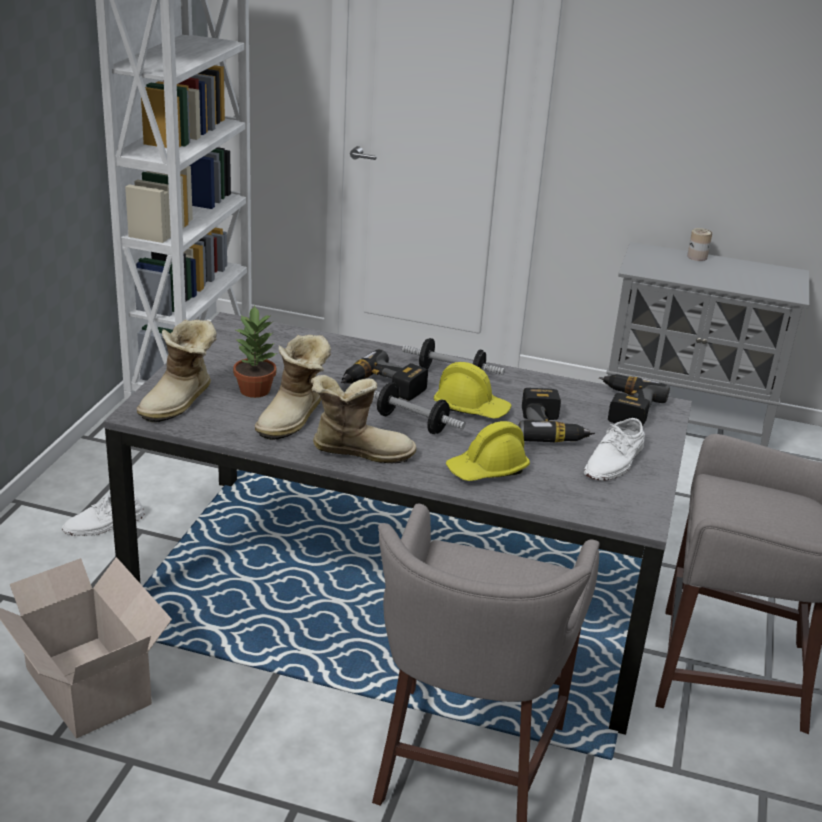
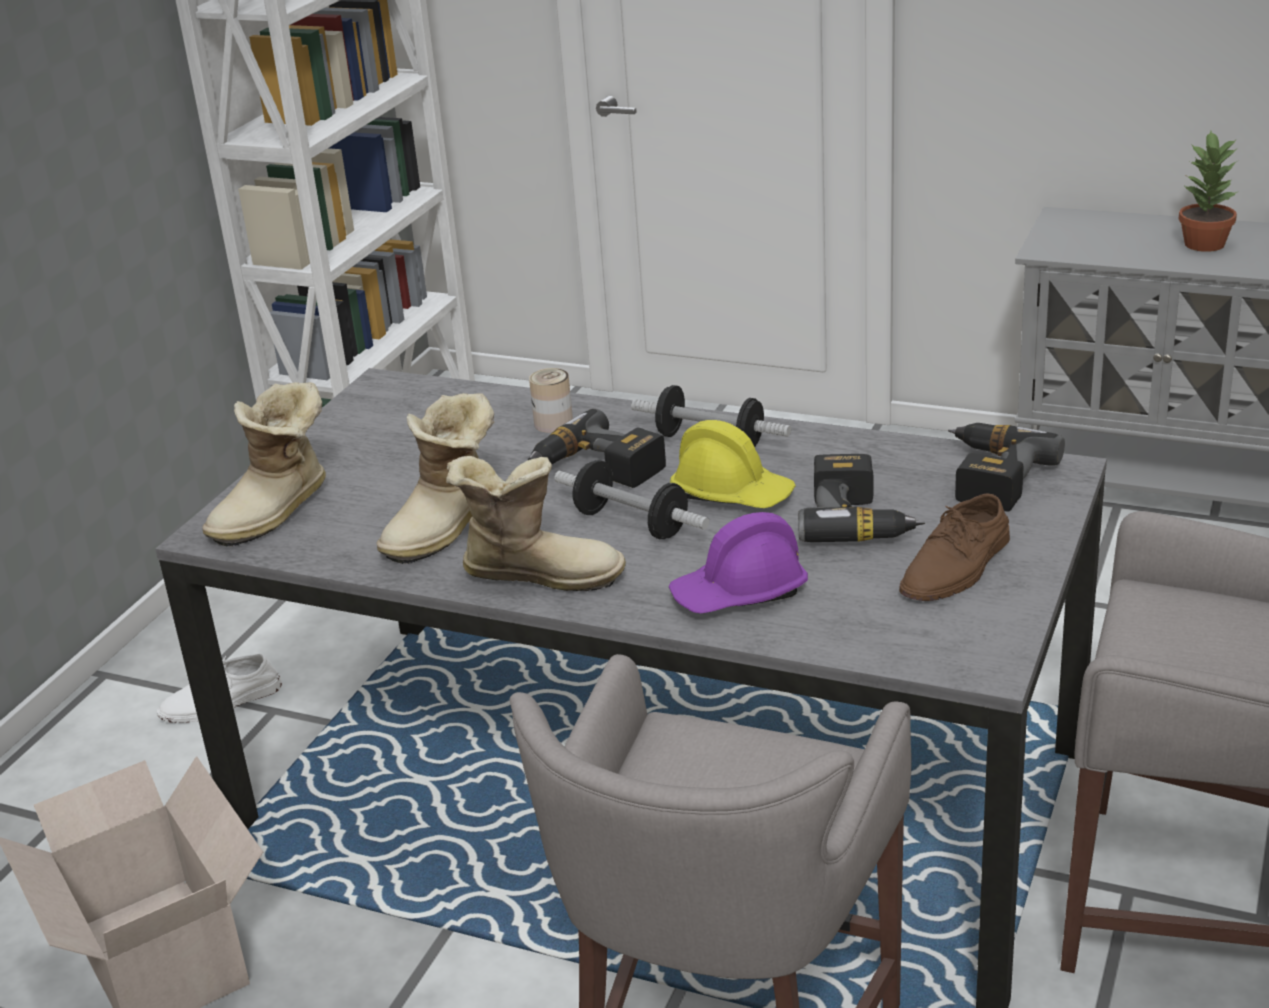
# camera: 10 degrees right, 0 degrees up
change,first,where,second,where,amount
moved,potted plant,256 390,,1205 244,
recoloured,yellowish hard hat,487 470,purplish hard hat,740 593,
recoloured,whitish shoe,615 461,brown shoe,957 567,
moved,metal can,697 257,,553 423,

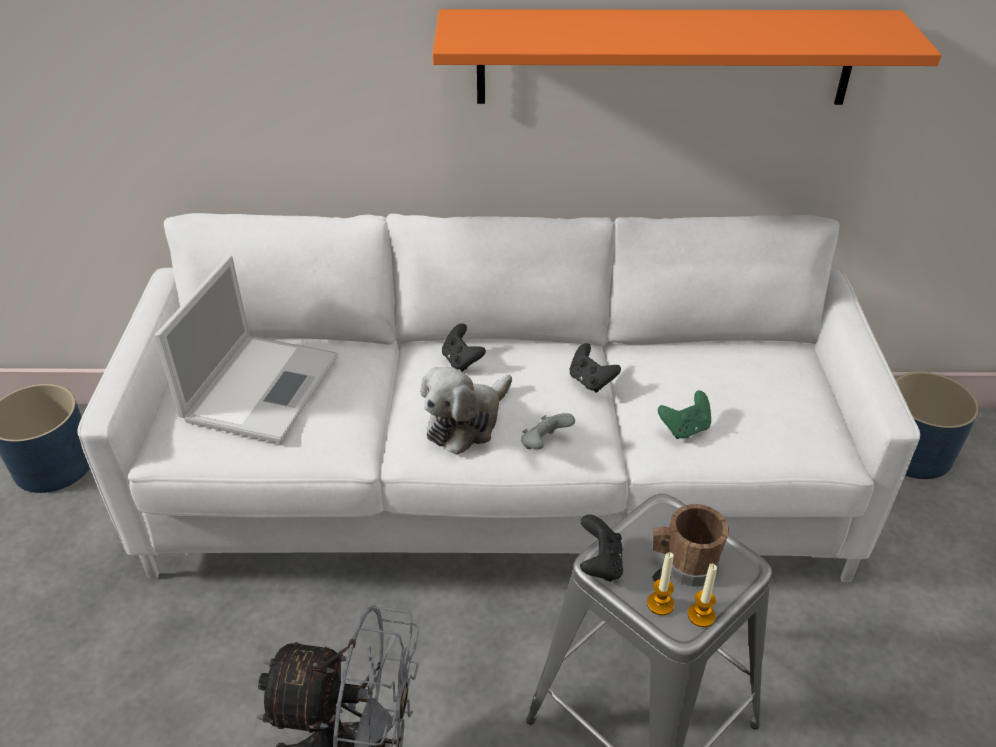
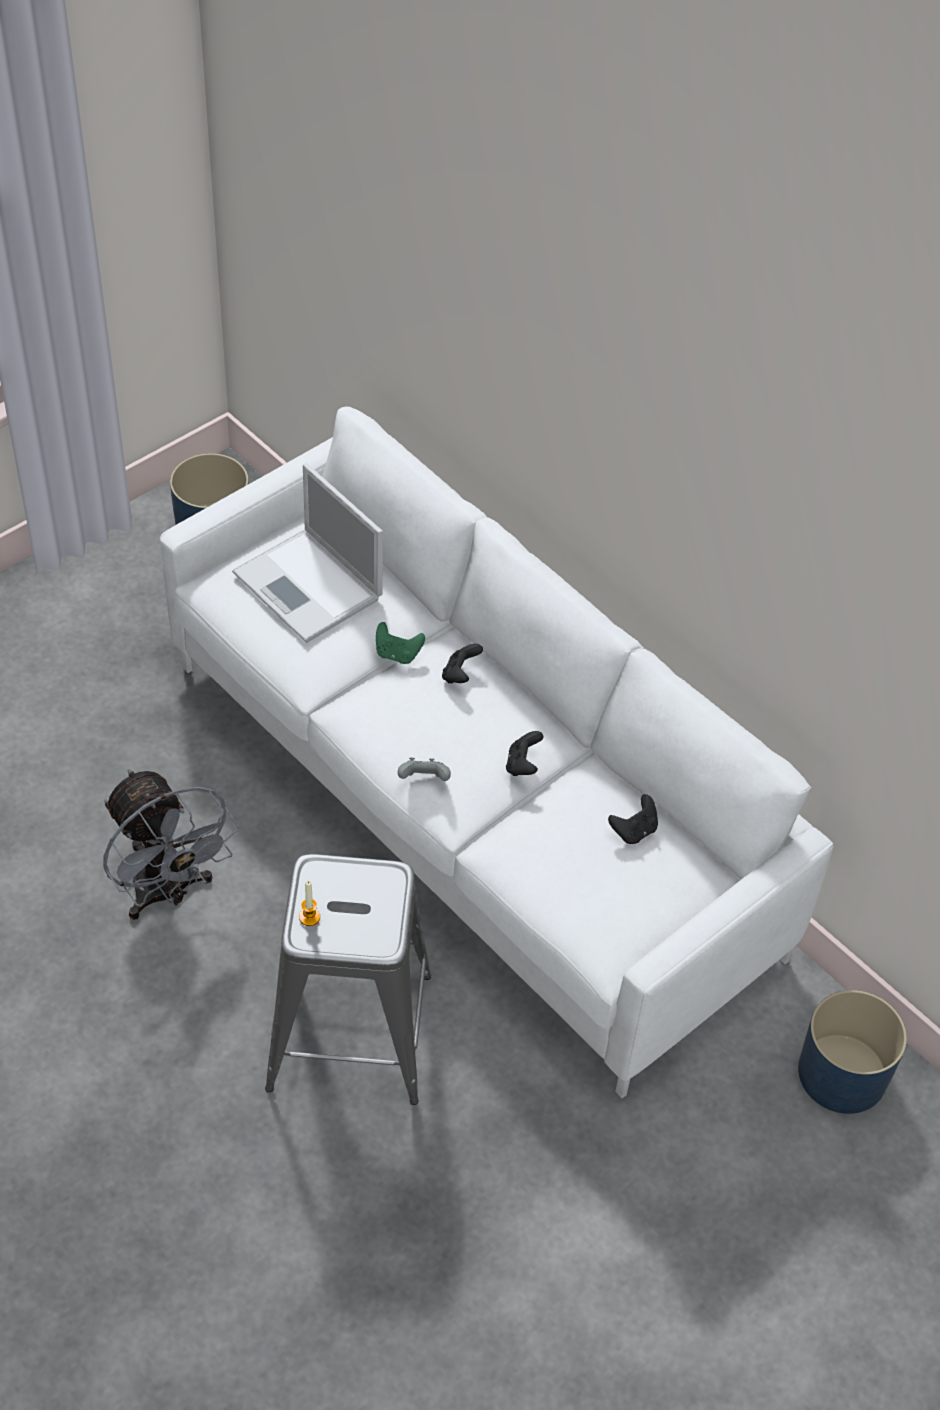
# camera: 45 degrees right, 10 degrees up
change,first,where,second,where,amount
turned,laptop,263 386,,309 587,75 degrees clockwise
removed,plush toy,466 422,,,
removed,orange wall shelf,664 57,,,
moved,black joypad,600 564,,634 831,
removed,brown tea mug,683 565,,,
moved,green joypad,685 428,,397 654,
removed,wax candle,701 615,,,

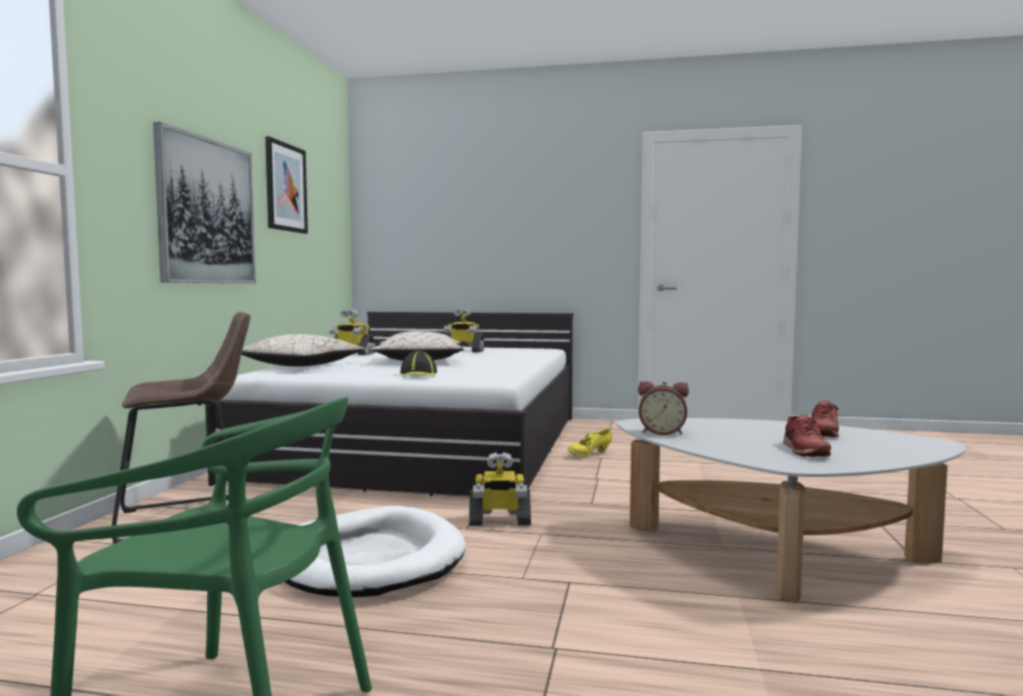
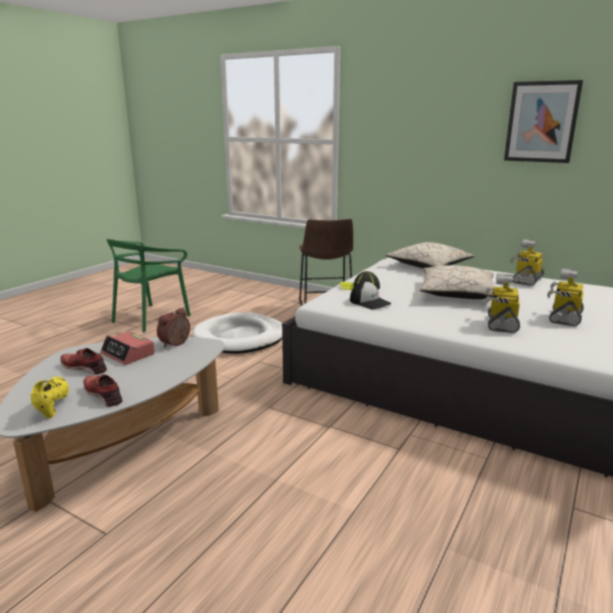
# camera: 110 degrees right, 15 degrees up
change,first,where,second,where,amount
removed,wall picture,207 211,,,
moved,toy robot,499 521,,501 323,
moved,yellowish shoe,589 455,,52 405,
added,,,table clock,128 354,
added,,,cap,370 302,

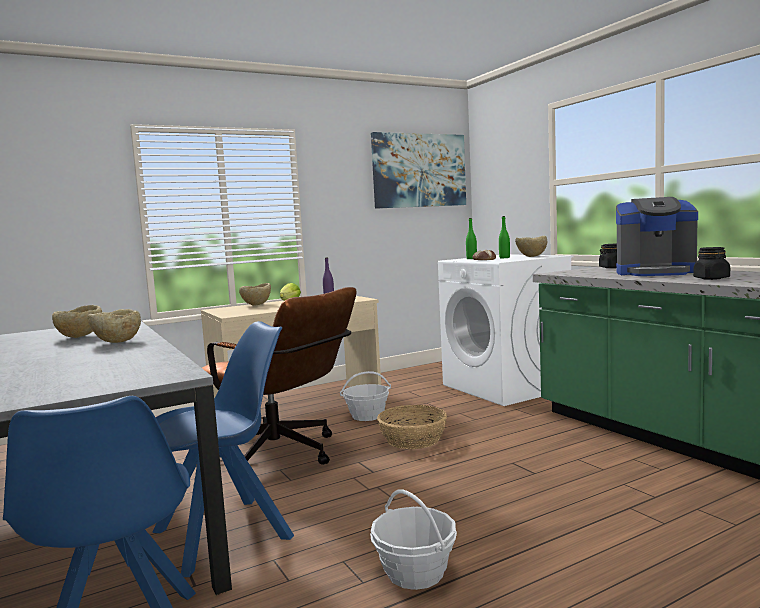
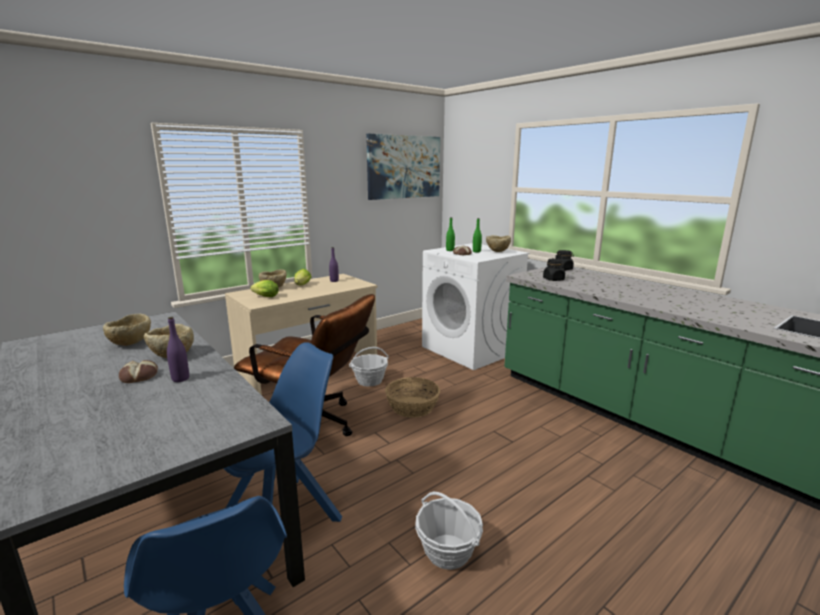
# camera: 10 degrees left, 10 degrees up
change,first,where,second,where,amount
removed,coffee maker,655 272,,,
moved,black storage jar,711 278,,553 279,
added,,,bakery bread,140 376,
added,,,purplish beverage bottle,180 379,
added,,,lettuce head,264 297,

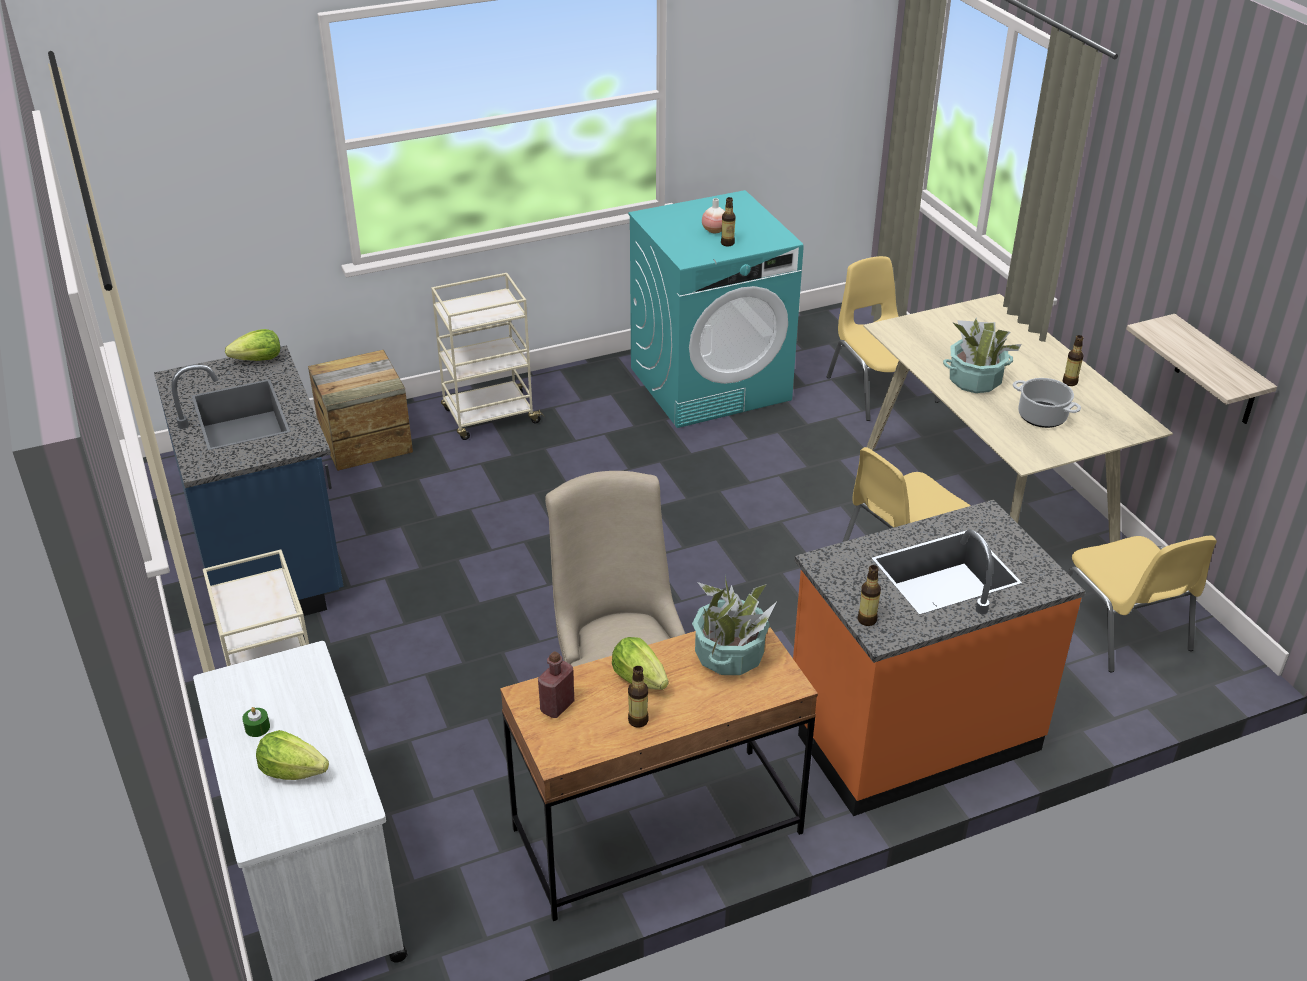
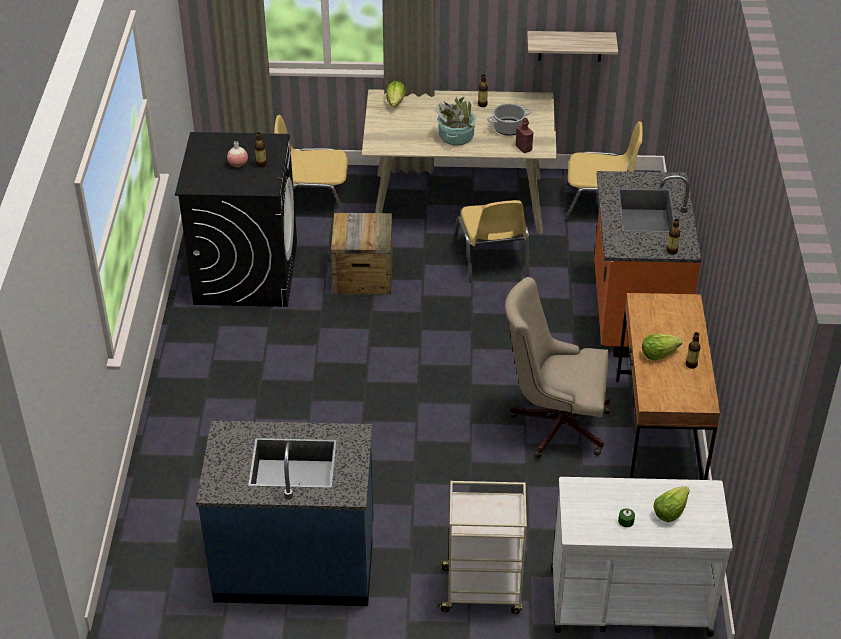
# camera: 65 degrees left, 5 degrees up
change,first,where,second,where,amount
moved,lettuce head,258 360,,395 102,
moved,shipping crate,365 440,,363 275,
removed,sand-coloured cart,489 417,,,
moved,red-coloured beverage bottle,557 706,,523 148,
recoloured,blue-green laundry machine,710 383,black laundry machine,246 272,
removed,potted plant,729 655,,,

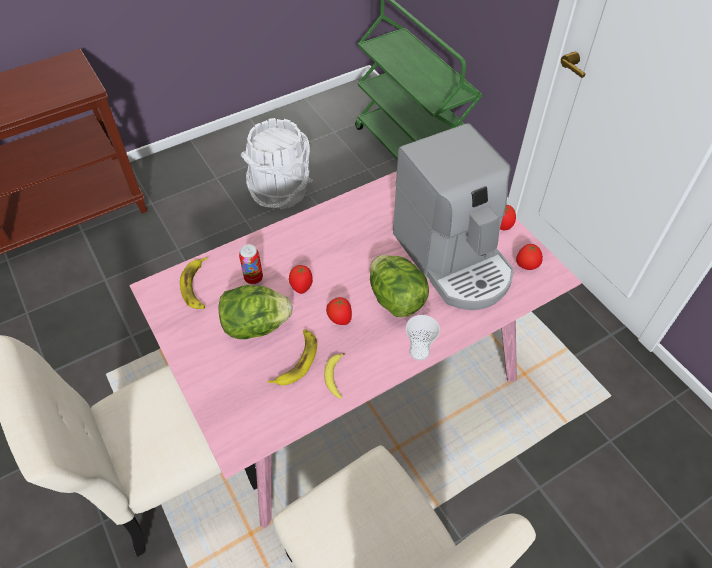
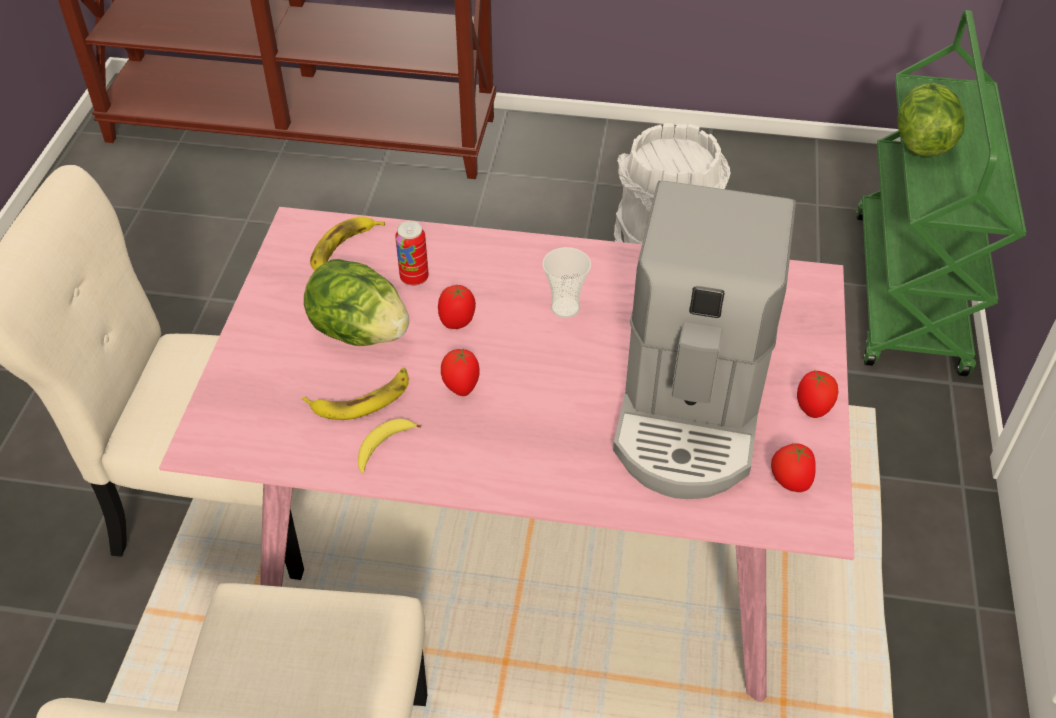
# camera: 40 degrees right, 5 degrees down
change,first,where,second,where,amount
moved,lettuce head,396 299,,921 143,
moved,cup,419 352,,565 308,

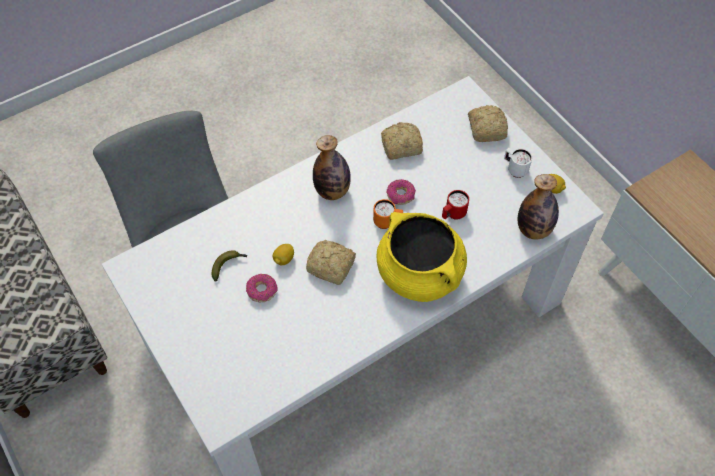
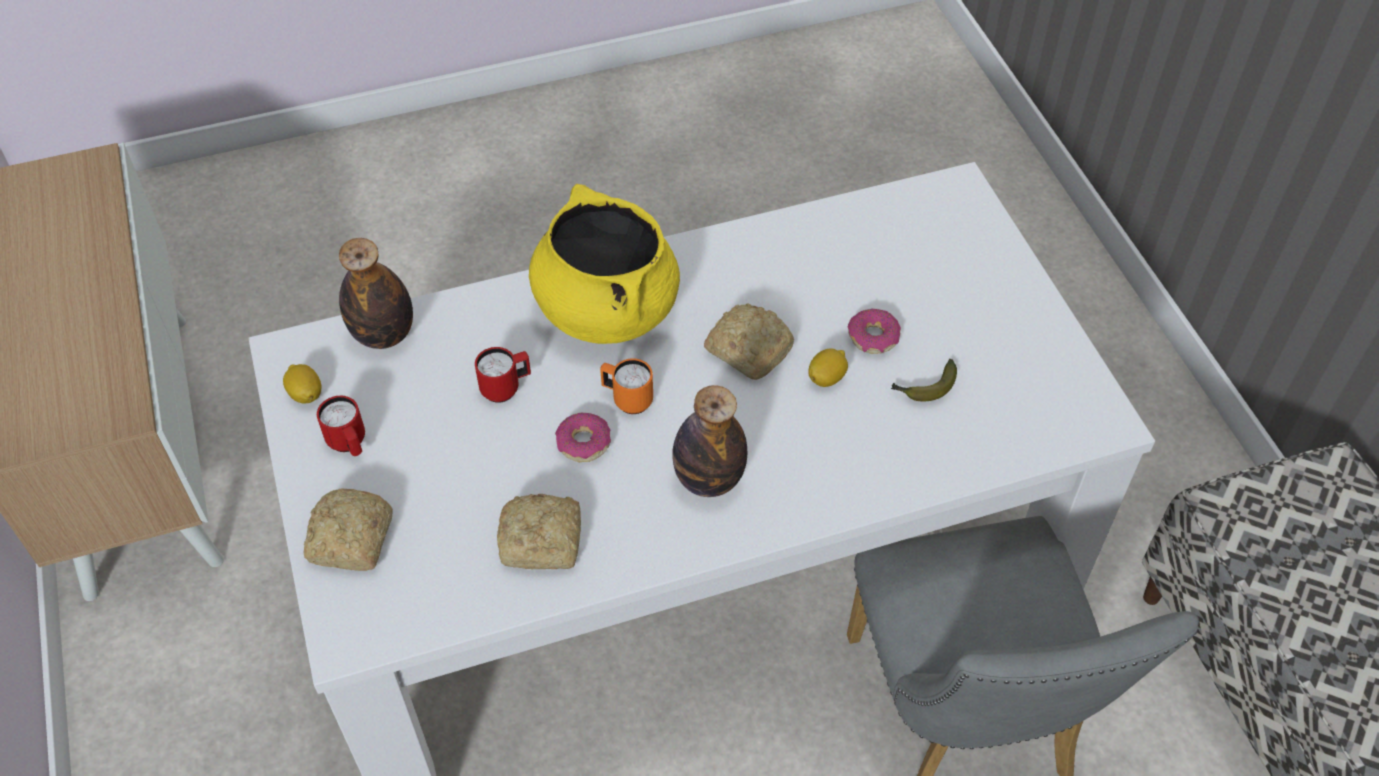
# camera: 165 degrees left, 5 degrees down
change,first,where,second,where,amount
recoloured,whitish tea mug,514 169,red-coloured tea mug,349 444,

